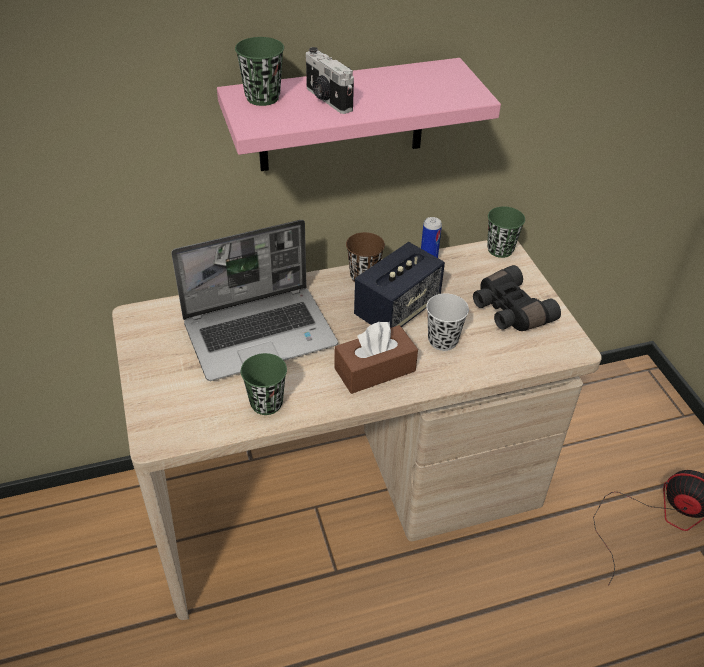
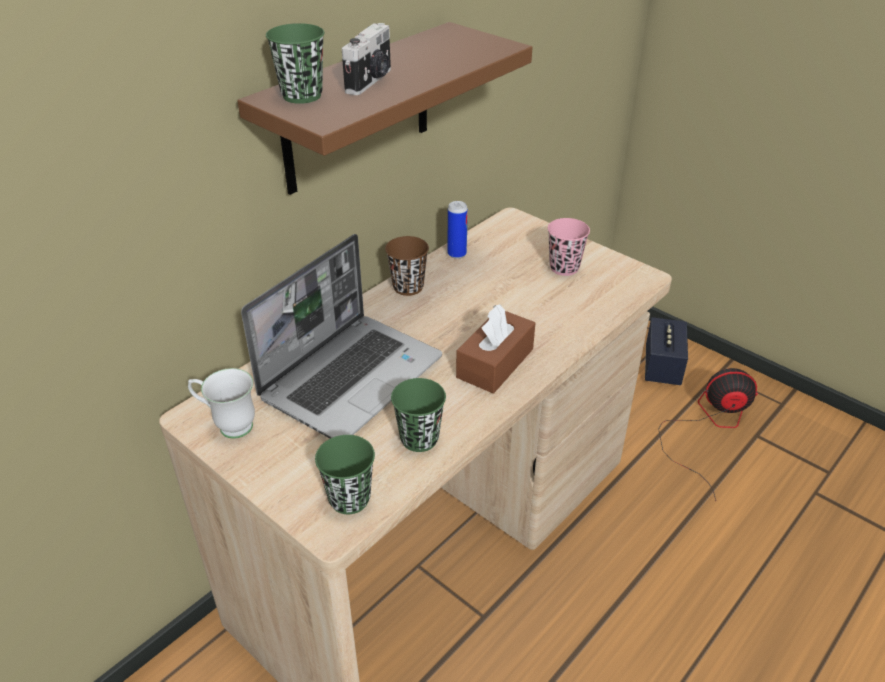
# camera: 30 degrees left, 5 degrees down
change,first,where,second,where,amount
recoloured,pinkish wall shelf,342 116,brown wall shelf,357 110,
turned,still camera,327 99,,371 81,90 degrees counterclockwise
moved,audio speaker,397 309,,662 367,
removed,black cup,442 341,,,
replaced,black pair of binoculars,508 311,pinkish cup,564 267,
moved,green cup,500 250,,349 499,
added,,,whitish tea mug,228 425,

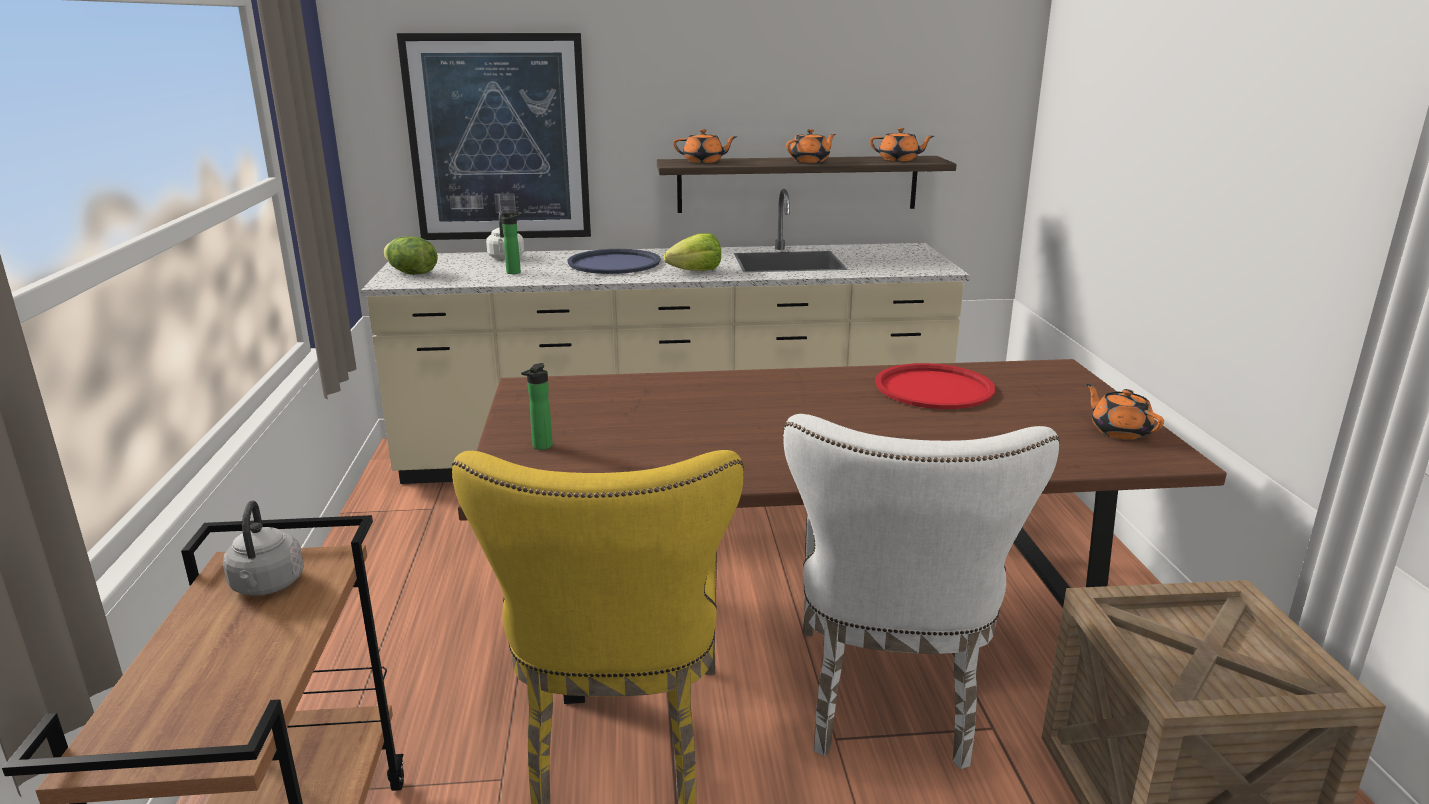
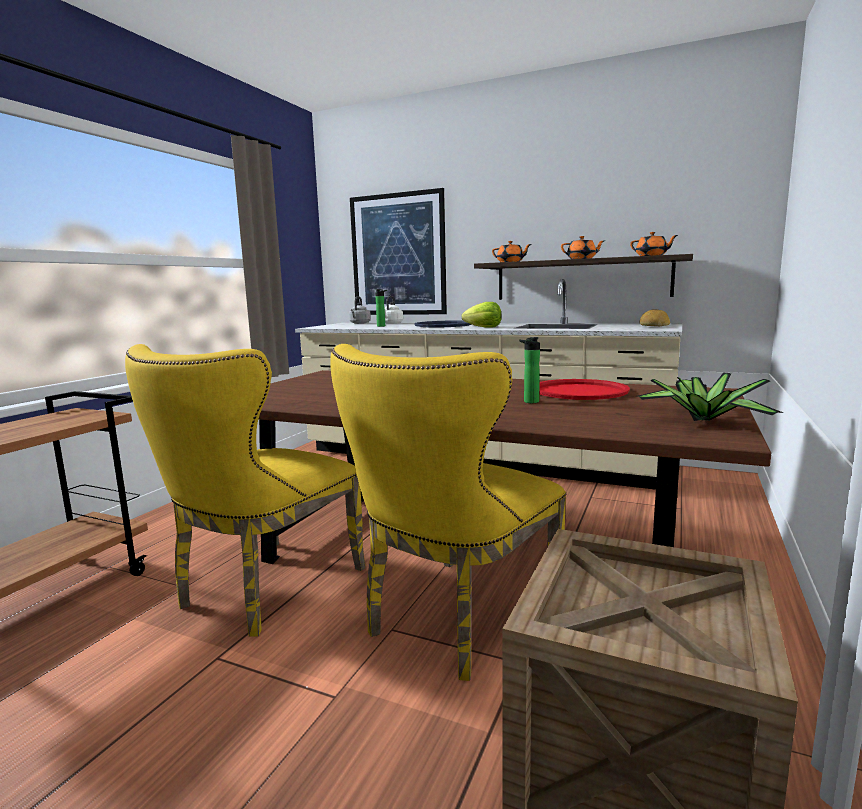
# camera: 30 degrees right, 10 degrees down
change,first,where,second,where,amount
moved,greyish tea kettle,267 586,,359 323,
removed,lettuce head,411 273,,,
moved,beverage bottle,540 447,,529 402,
recoloured,whitish upright chair,888 704,yellowish upright chair,454 621,
replaced,orange pot for tea,1119 431,potted plant,700 421,
added,,,bakery bread,654 325,

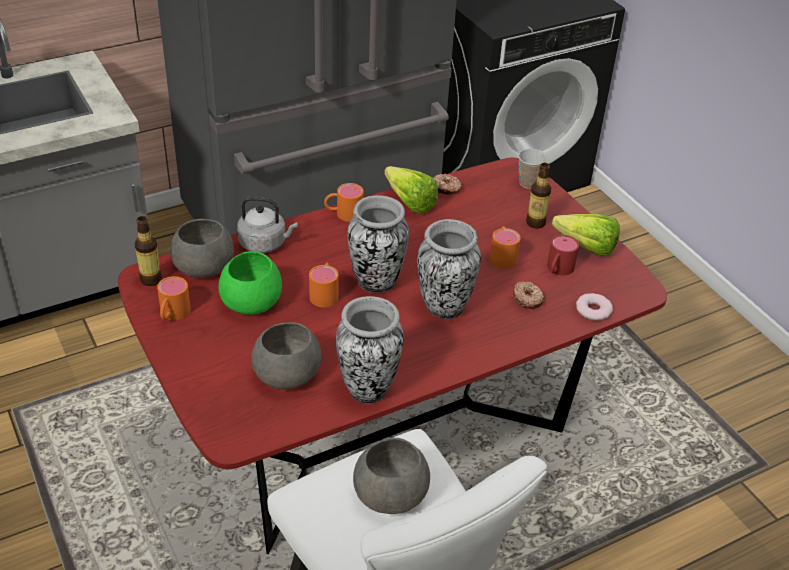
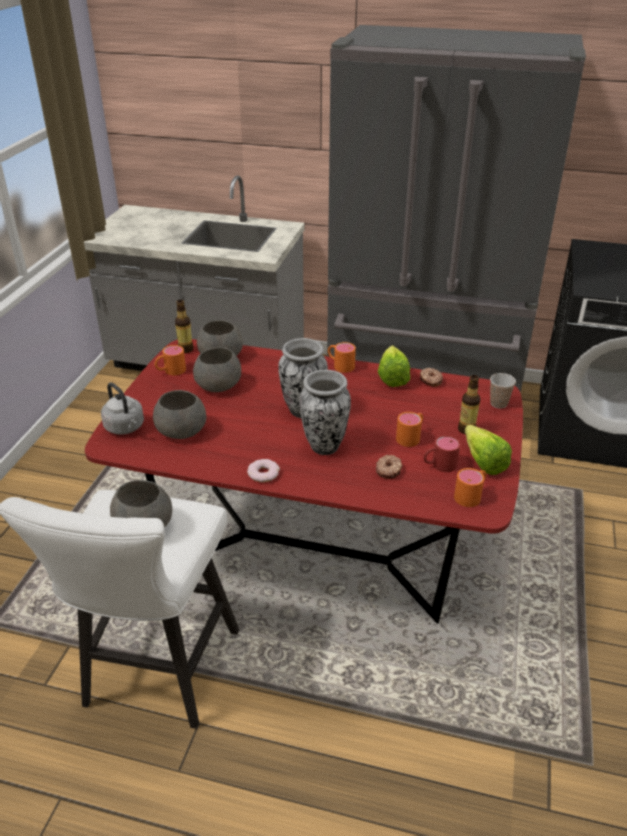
# camera: 45 degrees right, 5 degrees down
change,first,where,second,where,amount
recoloured,green serving bowl,251 301,greyish serving bowl,219 385,
moved,greyish tea kettle,265 243,,125 428,
moved,orange tea mug,324 293,,471 495,
removed,vase,368 389,,,
moved,ring doughnut,593 310,,263 473,

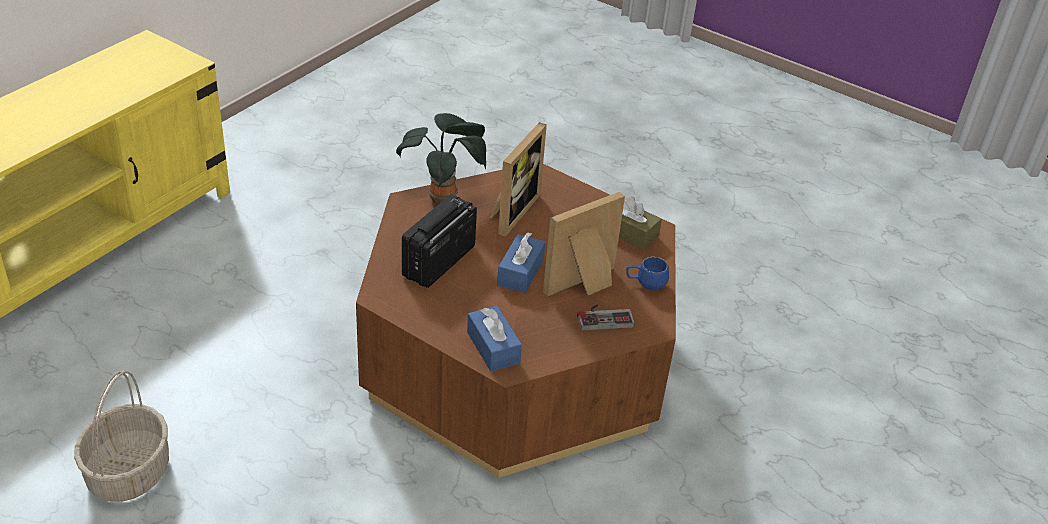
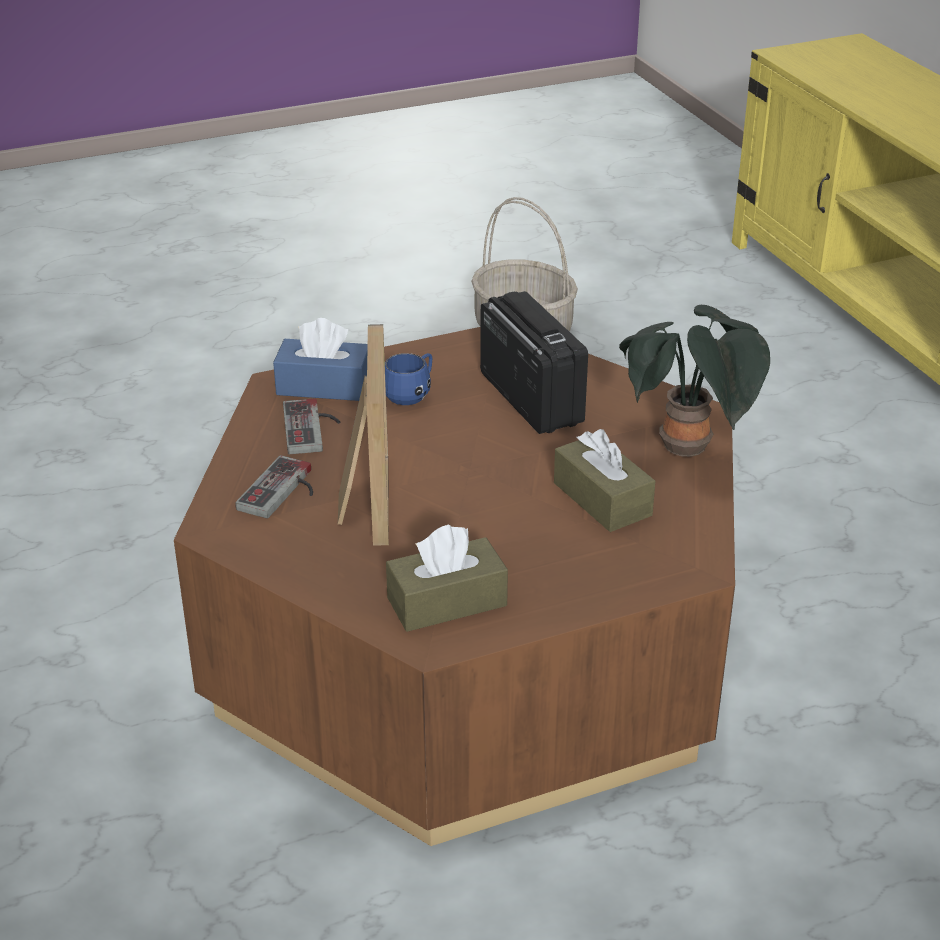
# camera: 125 degrees right, 5 degrees down
change,first,where,second,where,amount
replaced,standing frame,511 211,brown tissue box,602 499,
removed,blue-coloured tissue box,520 272,,,
moved,blue-coloured tea mug,645 284,,411 395,
added,,,joypad,313 428,

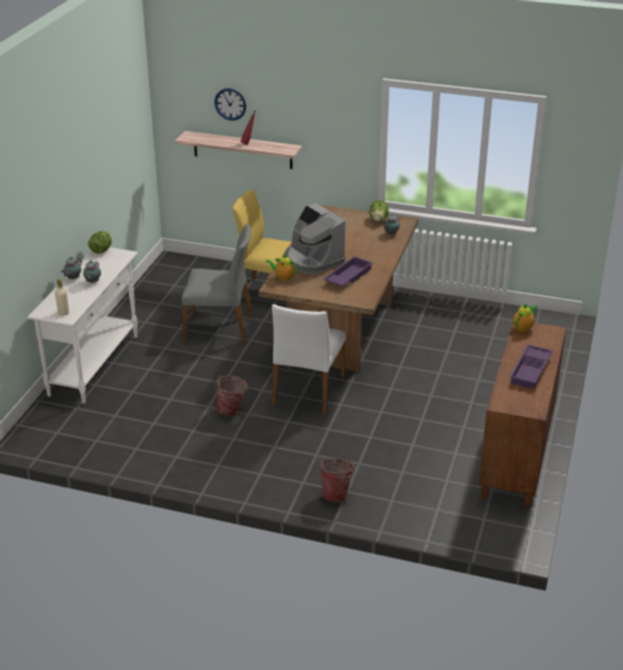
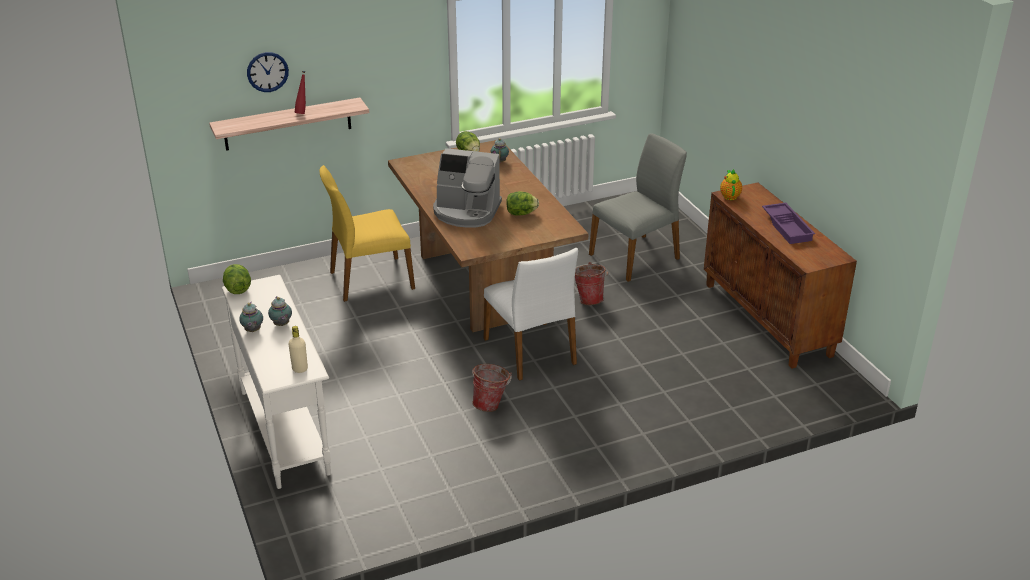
# camera: 40 degrees left, 0 degrees up
change,first,where,second,where,amount
moved,greyish upright chair,220 327,,636 256,
removed,pot for tea,283 277,,,
moved,bucket,337 494,,589 299,
replaced,purplish serving tray,347 276,lettuce head,521 213,

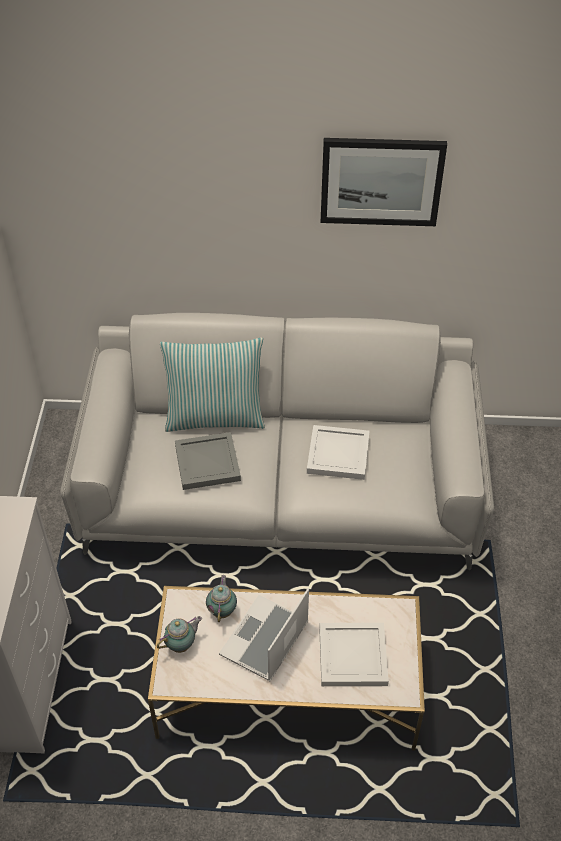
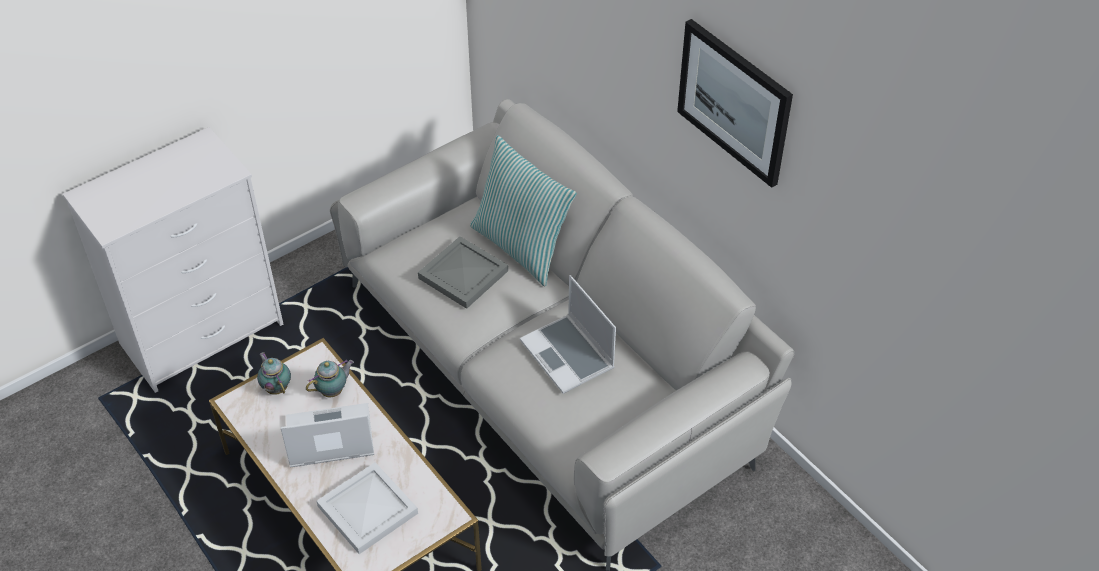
# camera: 50 degrees right, 0 degrees up
change,first,where,second,where,amount
turned,pot for tea,182 644,,276 387,135 degrees counterclockwise
replaced,whitish serving tray,339 453,laptop,569 355,

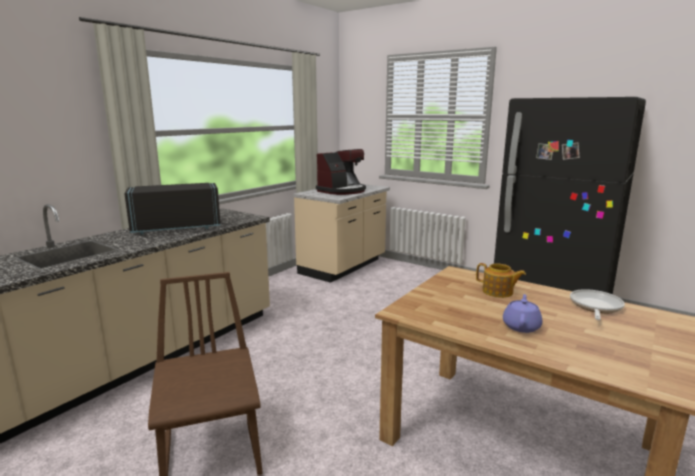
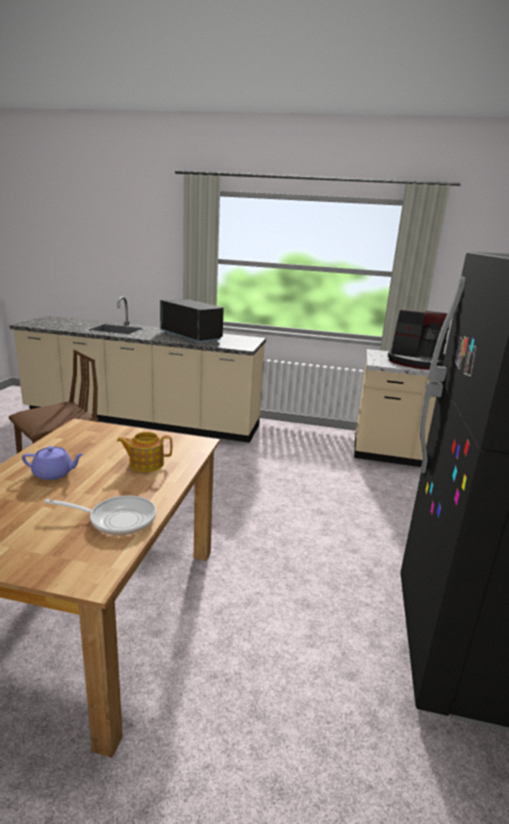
# camera: 65 degrees right, 5 degrees up
change,first,where,second,where,amount
turned,pot for tea,498 292,,145 464,75 degrees clockwise

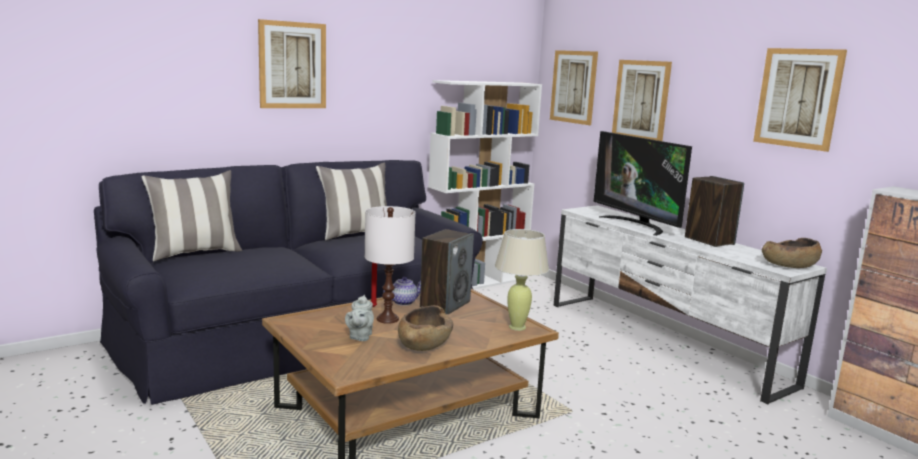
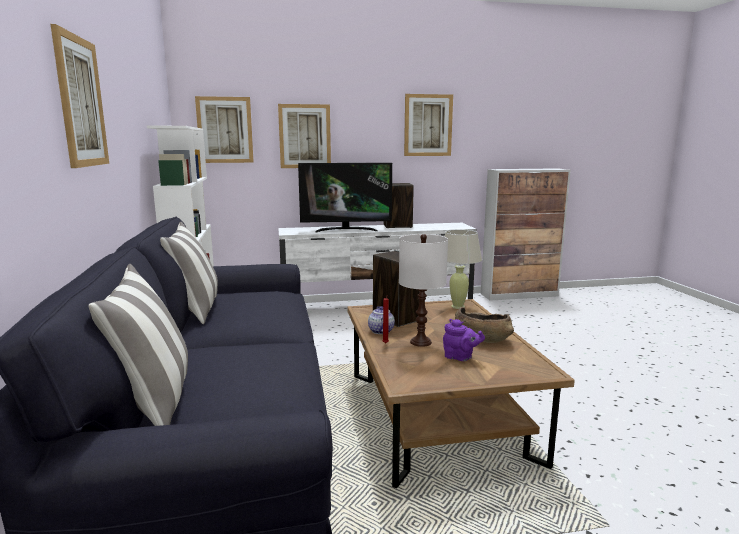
# camera: 65 degrees left, 0 degrees up
change,first,where,second,where,amount
recoloured,greyish pot for tea,360 337,purplish pot for tea,460 357,
removed,brown serving bowl,789 265,,,

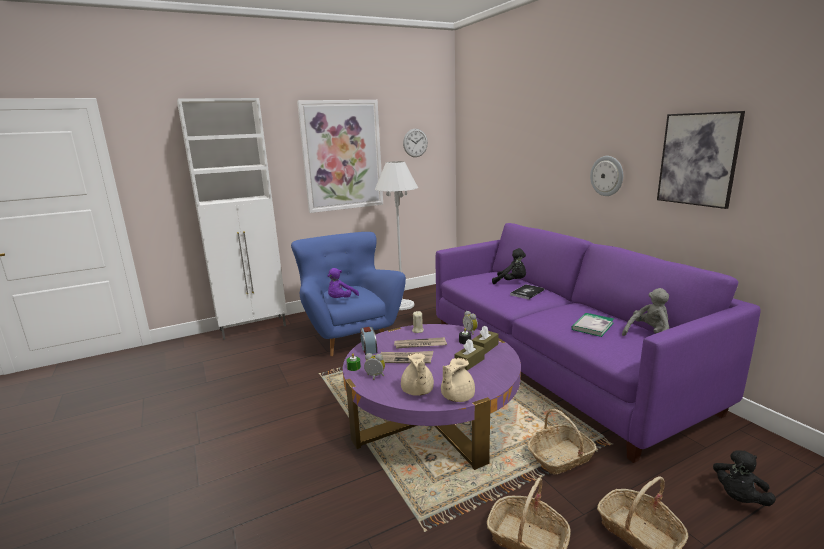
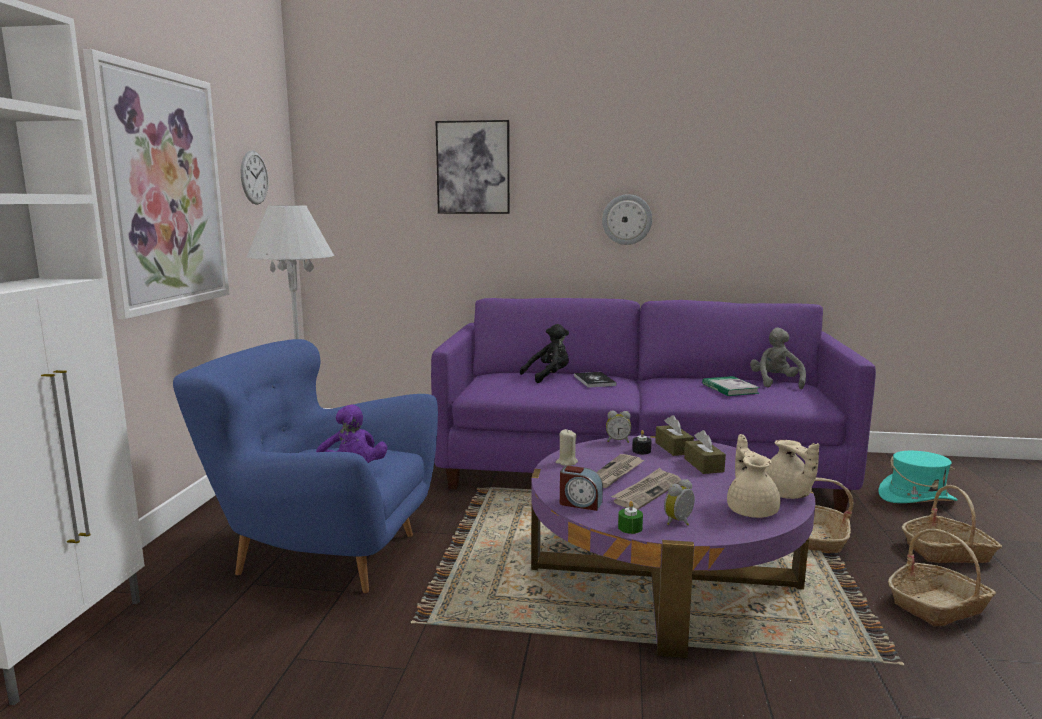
# camera: 55 degrees left, 5 degrees down
change,first,where,second,where,amount
turned,sand-coloured pot for tea,417 391,,751 510,120 degrees counterclockwise
moved,wall picture,698 159,,473 167,
replaced,black plush toy,738 498,blue-green wearable hat,916 498,

